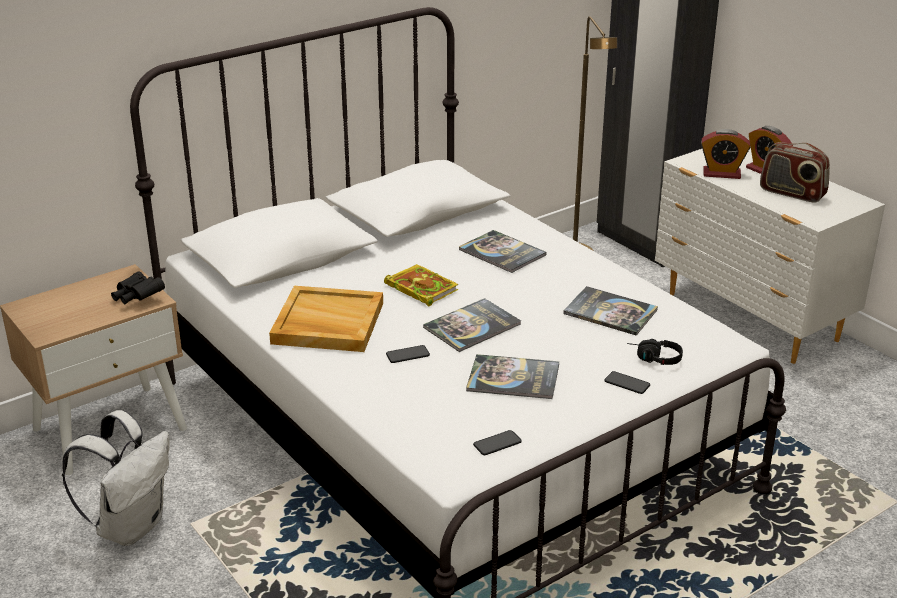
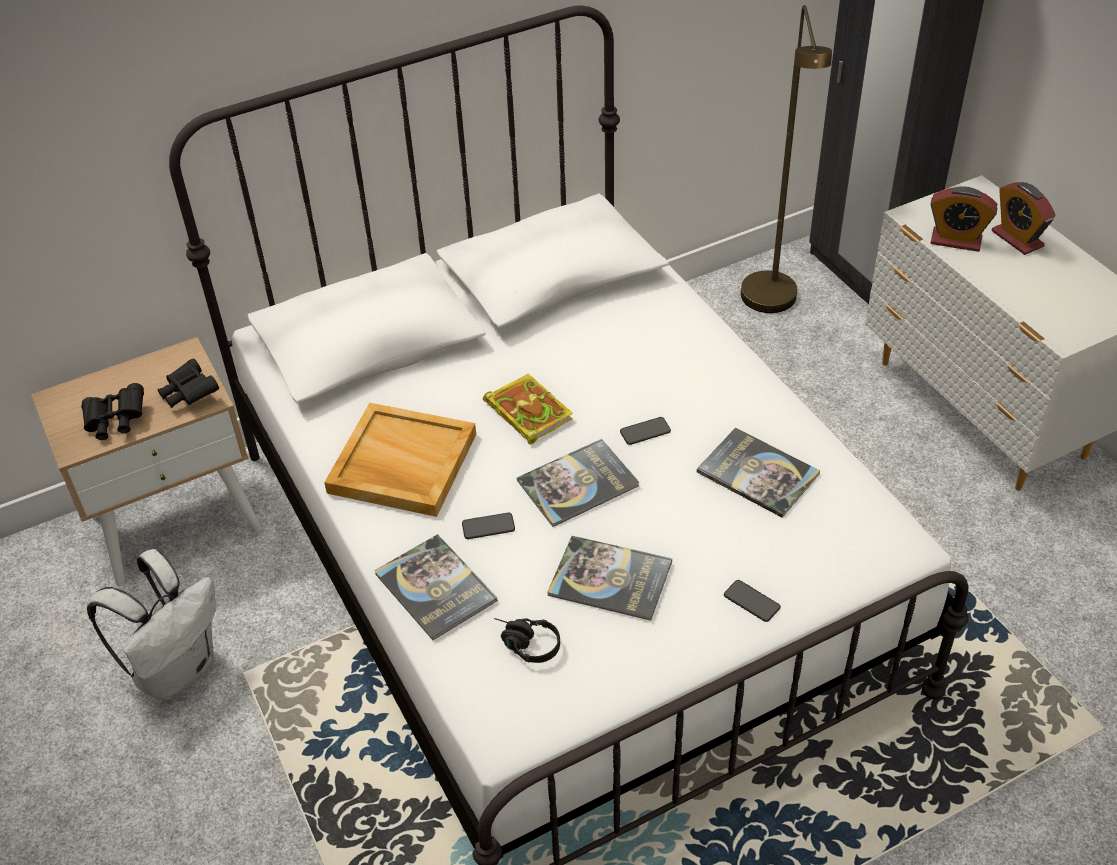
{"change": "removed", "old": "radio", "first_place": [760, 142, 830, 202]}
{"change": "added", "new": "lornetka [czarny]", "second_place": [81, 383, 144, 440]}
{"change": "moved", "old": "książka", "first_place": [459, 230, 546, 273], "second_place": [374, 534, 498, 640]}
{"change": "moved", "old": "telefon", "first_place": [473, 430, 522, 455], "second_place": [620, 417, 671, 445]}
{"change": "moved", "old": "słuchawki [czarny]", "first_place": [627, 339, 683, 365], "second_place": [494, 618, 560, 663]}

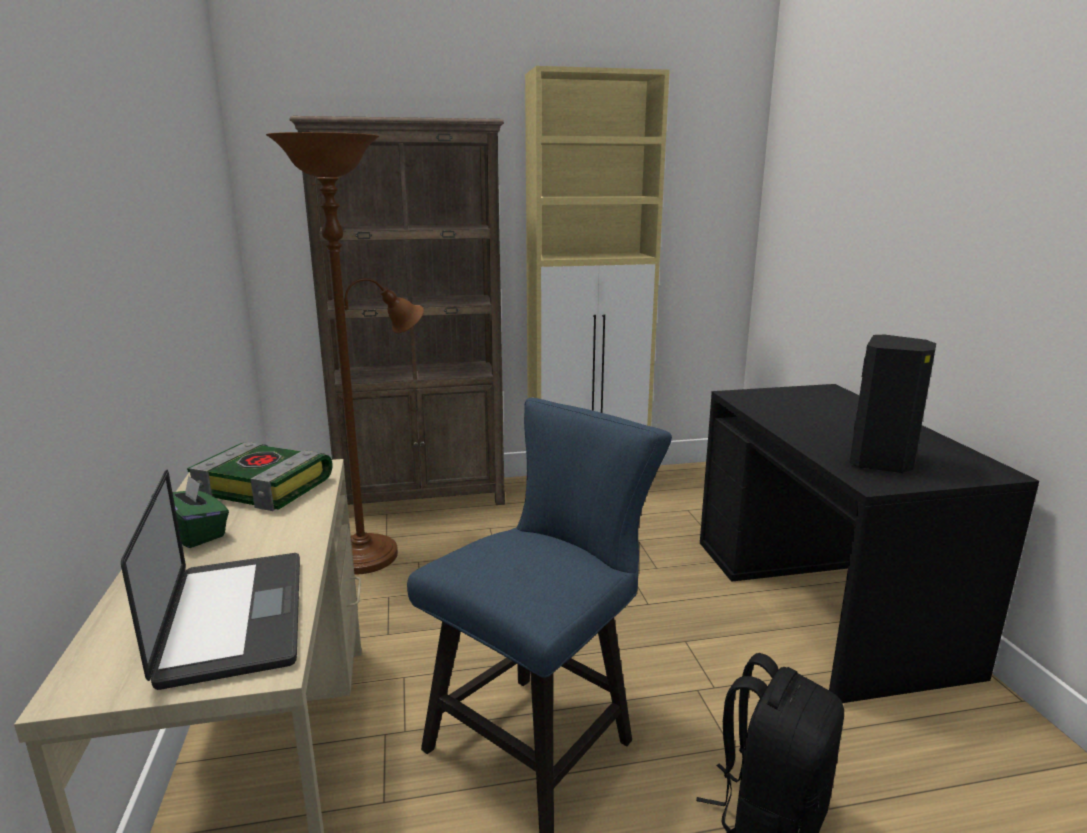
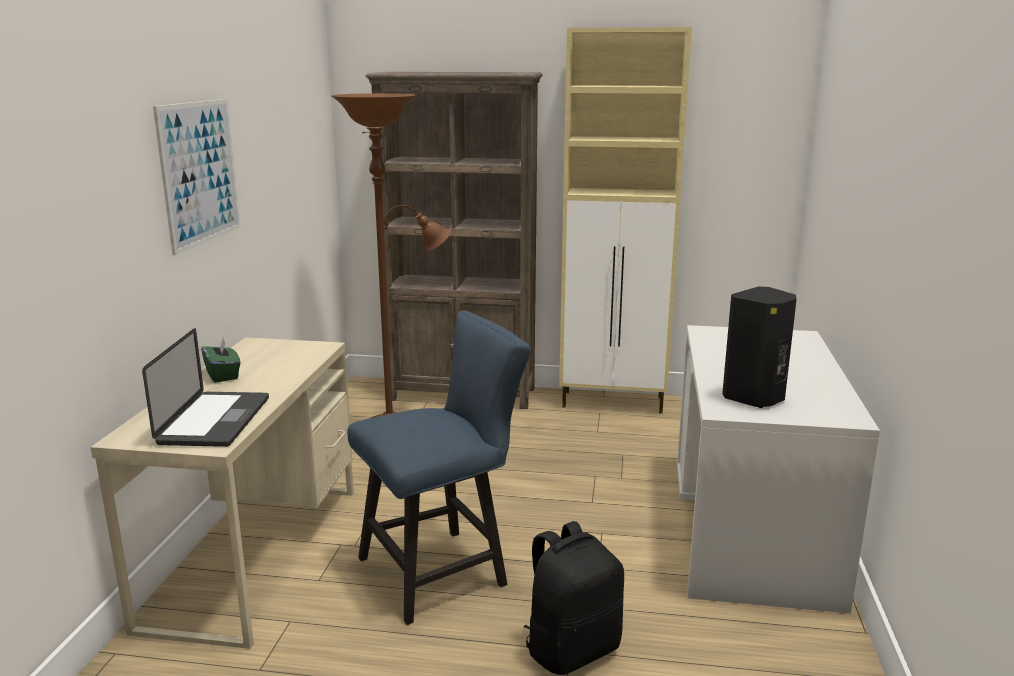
{"change": "removed", "old": "książka", "first_place": [187, 442, 332, 511]}
{"change": "added", "new": "obraz", "second_place": [153, 99, 240, 255]}
{"change": "recoloured", "old": "biurko [czarny]", "new": "biurko [biały]", "first_place": [700, 384, 1039, 703], "second_place": [677, 325, 880, 613]}

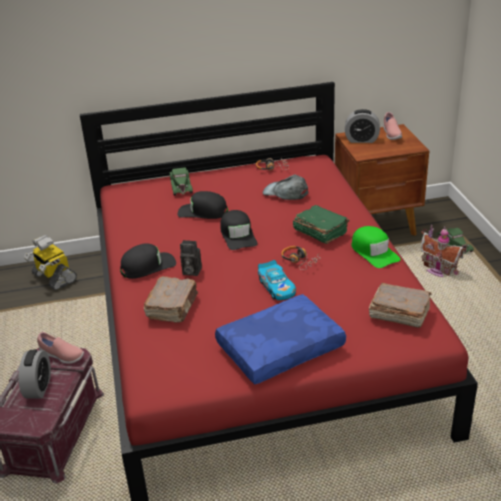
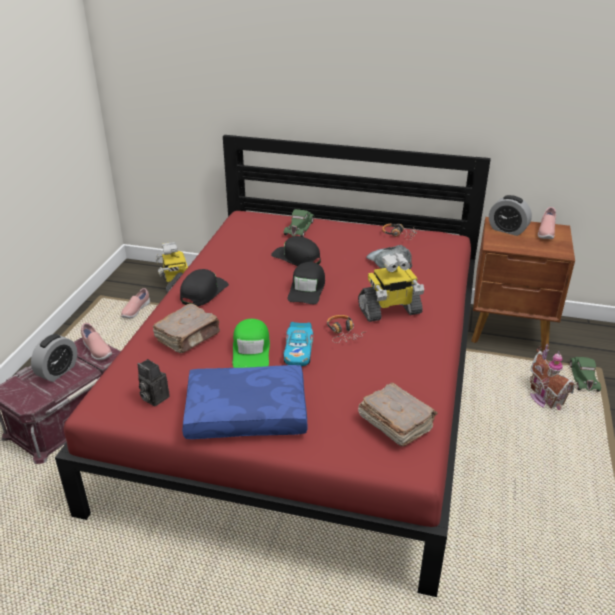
{"change": "added", "new": "but [różowy]", "second_place": [121, 288, 150, 318]}
{"change": "moved", "old": "aparat fotograficzny", "first_place": [180, 240, 202, 276], "second_place": [138, 359, 170, 407]}
{"change": "moved", "old": "czapka z daszkiem [zielony]", "first_place": [351, 226, 401, 268], "second_place": [233, 319, 270, 368]}
{"change": "replaced", "old": "książka [zielony]", "new": "robot zabawkowy", "first_place": [293, 205, 349, 244], "second_place": [358, 253, 424, 322]}
{"change": "turned", "old": "czapka z daszkiem [czarny]", "first_place": [120, 243, 176, 279], "second_place": [180, 269, 229, 306], "degrees": -60}

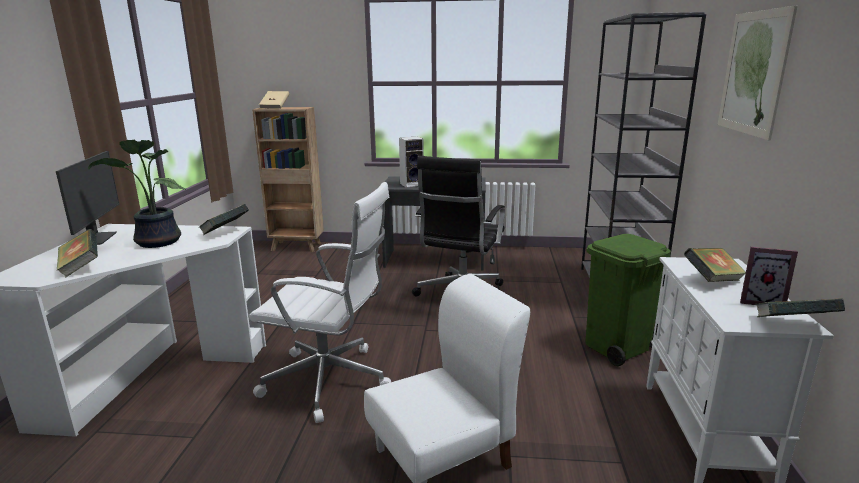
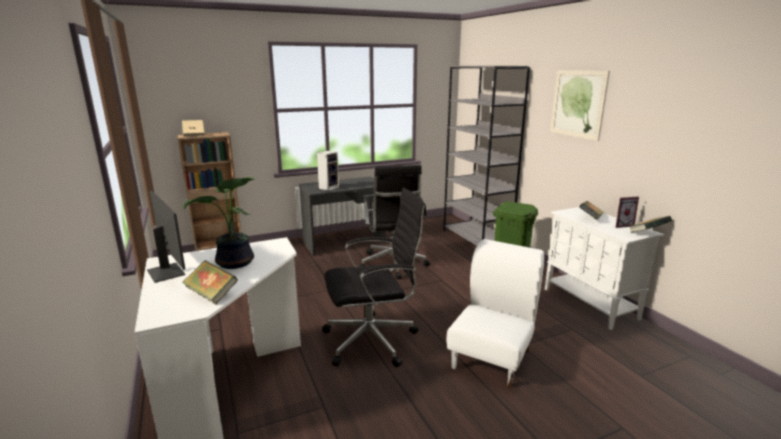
{"change": "removed", "old": "książka", "first_place": [198, 204, 249, 235]}
{"change": "recoloured", "old": "krzesło biurowe [biały]", "new": "krzesło biurowe [czarny]", "first_place": [249, 182, 391, 423], "second_place": [322, 188, 427, 367]}

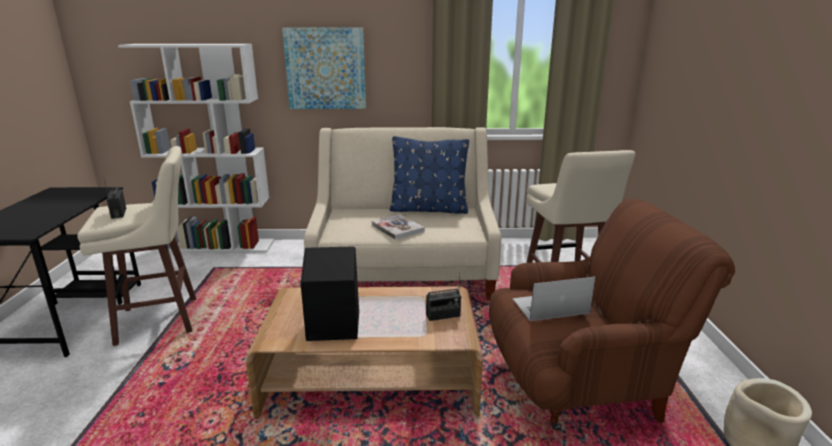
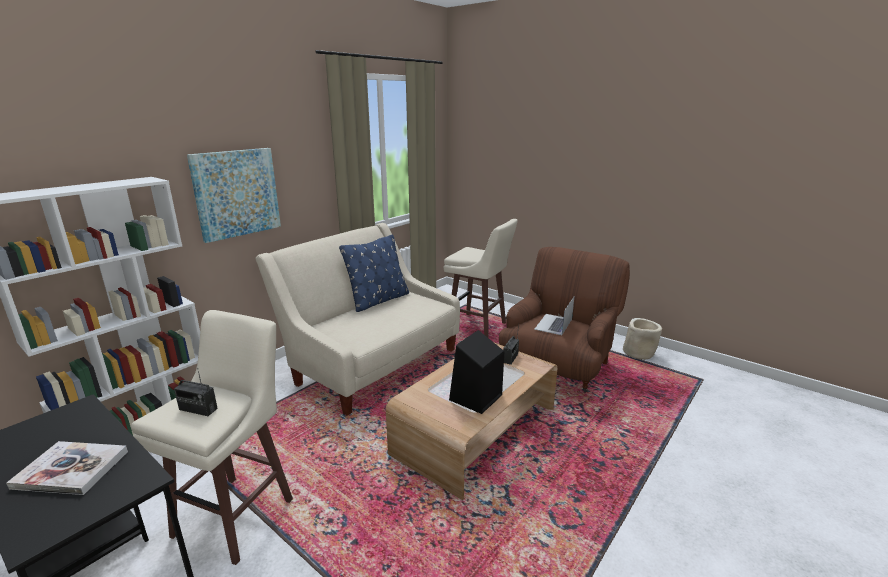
{"change": "moved", "old": "książka", "first_place": [372, 214, 425, 240], "second_place": [6, 441, 128, 495]}

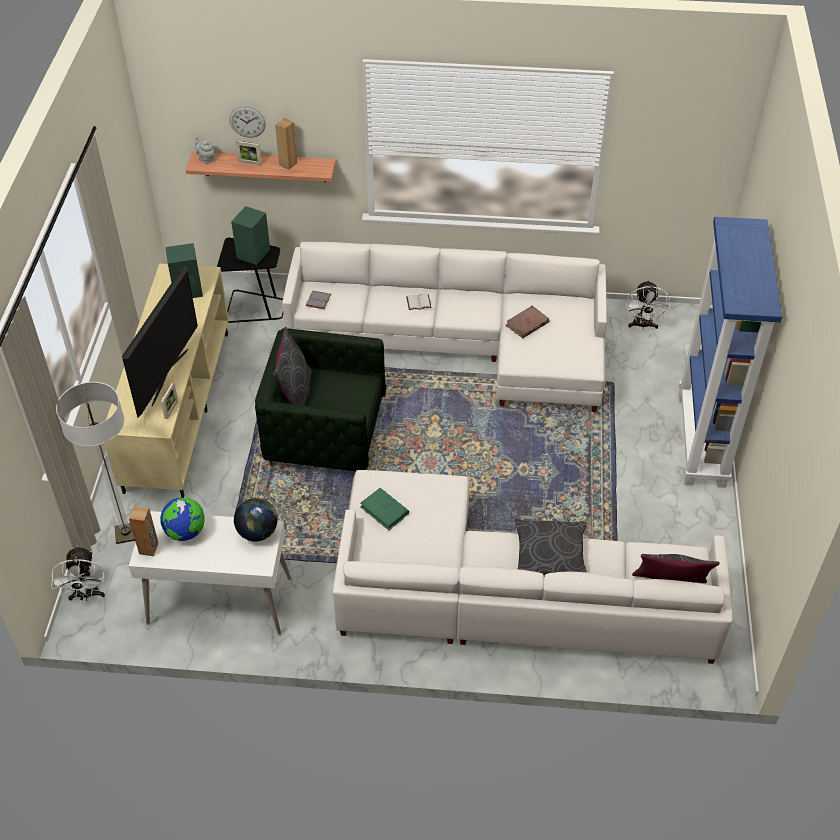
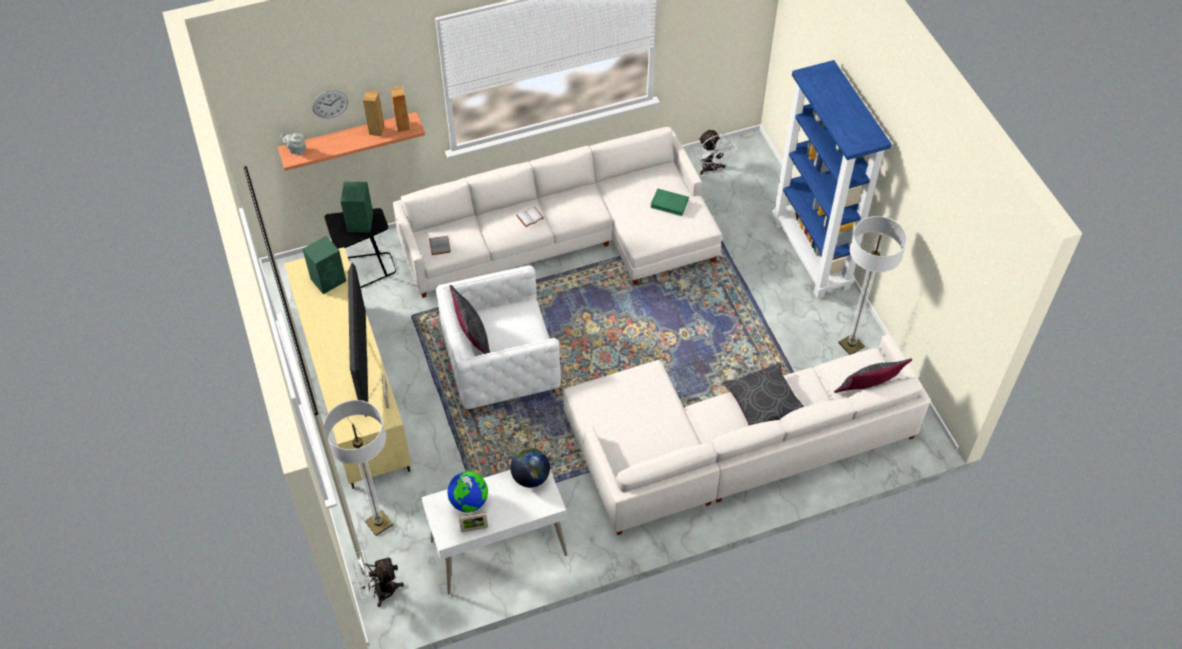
{"change": "removed", "old": "książka [brązowy]", "first_place": [506, 306, 549, 338]}
{"change": "added", "new": "lampa stojąca", "second_place": [838, 216, 907, 355]}
{"change": "moved", "old": "głośnik [brązowy]", "first_place": [129, 506, 159, 556], "second_place": [390, 86, 410, 132]}
{"change": "moved", "old": "ramka na zdjęcie", "first_place": [236, 141, 262, 165], "second_place": [459, 512, 488, 532]}
{"change": "moved", "old": "książka [zielony]", "first_place": [360, 488, 409, 531], "second_place": [650, 189, 689, 216]}
{"change": "recoloured", "old": "fotel [zielony]", "new": "fotel [biały]", "first_place": [255, 328, 386, 471], "second_place": [436, 265, 561, 412]}
{"change": "turned", "old": "wentylator [biały]", "first_place": [51, 545, 105, 601], "second_place": [351, 551, 404, 607], "degrees": 105}

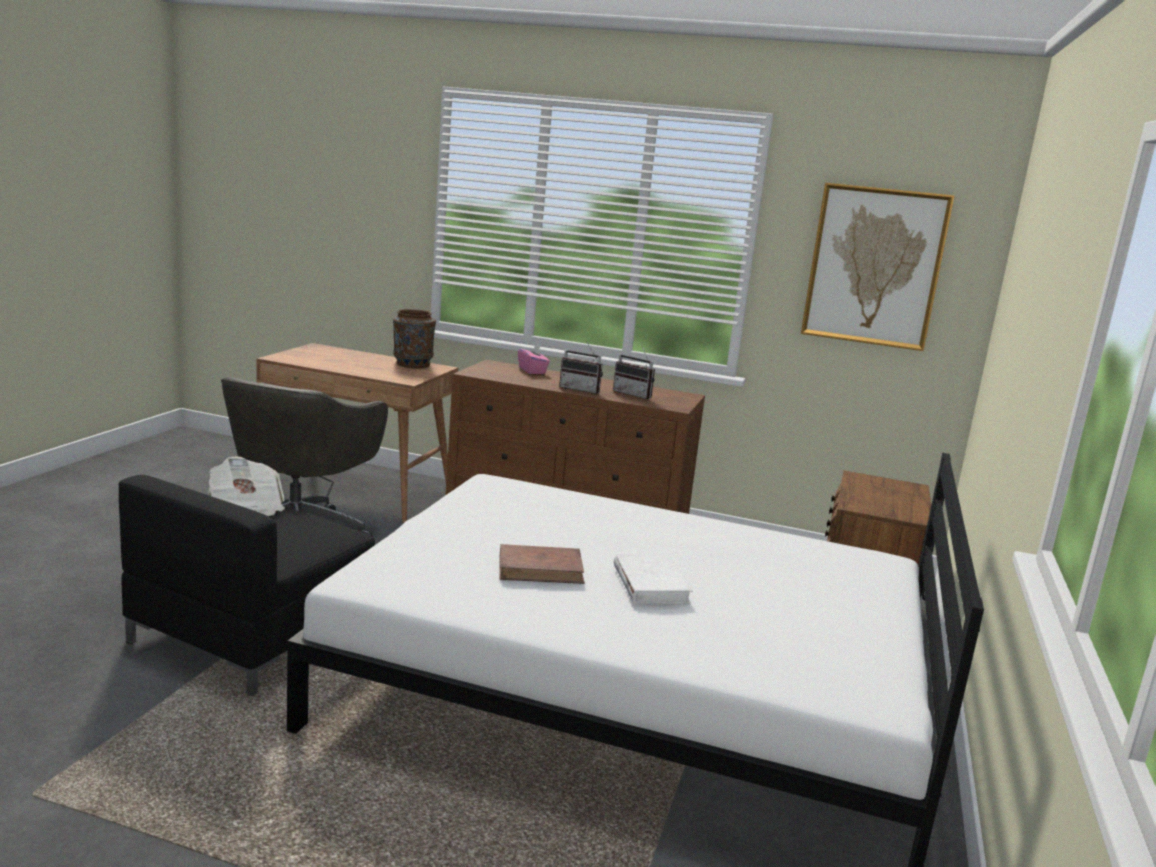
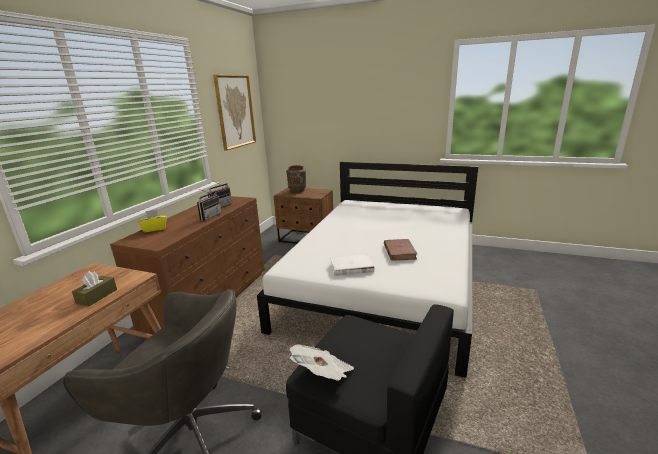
{"change": "added", "new": "pudełko chusteczek [brązowy]", "second_place": [72, 271, 117, 307]}
{"change": "moved", "old": "wazon [brązowy]", "first_place": [393, 309, 436, 368], "second_place": [286, 165, 306, 193]}
{"change": "moved", "old": "książka [biały]", "first_place": [614, 555, 692, 604], "second_place": [330, 254, 374, 276]}
{"change": "recoloured", "old": "pudełko chusteczek [różowy]", "new": "pudełko chusteczek [żółty]", "first_place": [518, 343, 550, 374], "second_place": [138, 210, 167, 232]}

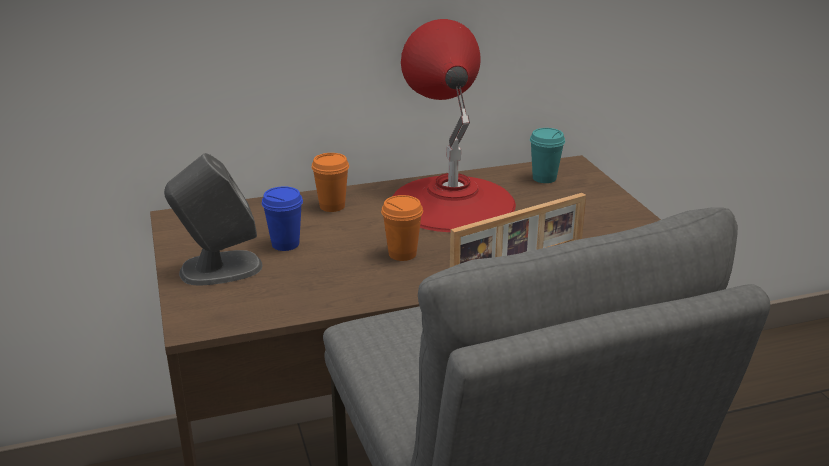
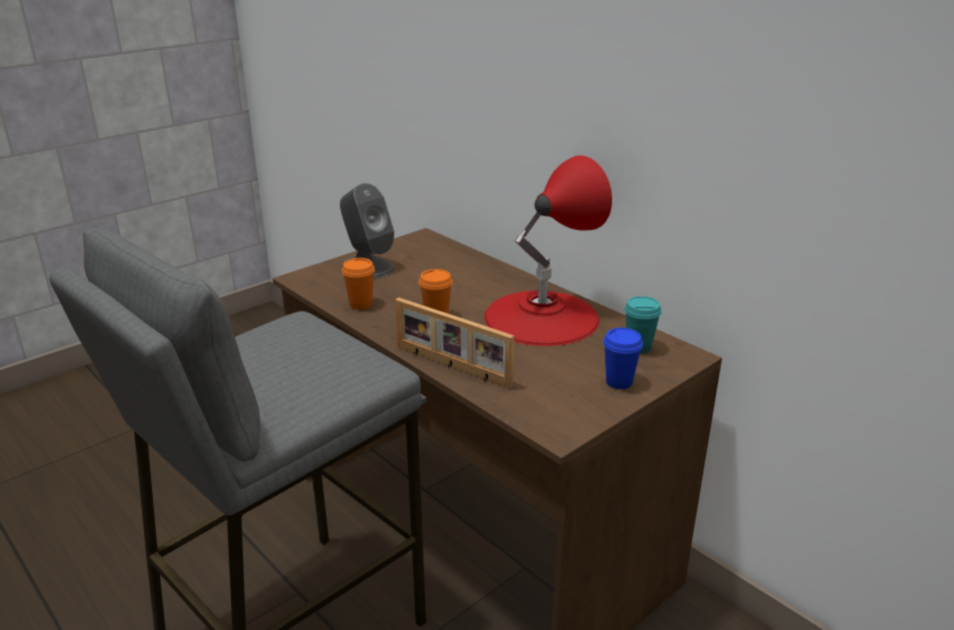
{"change": "moved", "old": "filiżanka [niebieski]", "first_place": [262, 186, 303, 251], "second_place": [603, 328, 643, 389]}
{"change": "moved", "old": "filiżanka [pomarańczowy]", "first_place": [311, 153, 349, 212], "second_place": [342, 258, 375, 310]}

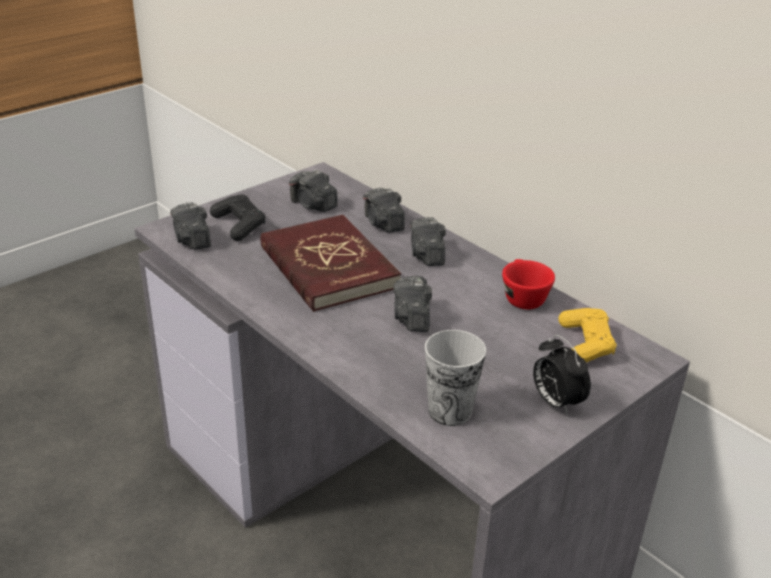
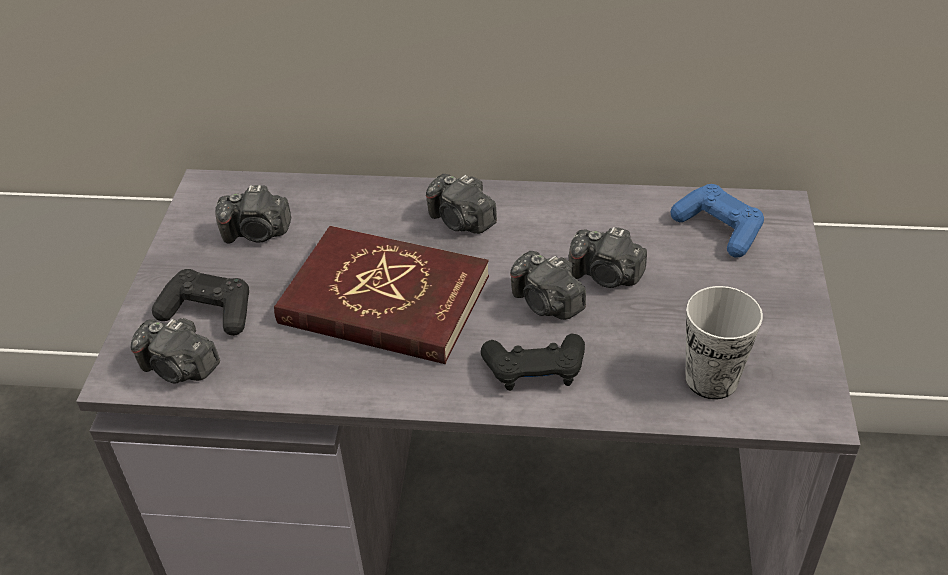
{"change": "removed", "old": "filiżanka [czerwony]", "first_place": [502, 259, 555, 309]}
{"change": "removed", "old": "budzik", "first_place": [533, 335, 591, 416]}
{"change": "added", "new": "pad do gier [czarny]", "second_place": [481, 334, 585, 391]}
{"change": "moved", "old": "aparat fotograficzny", "first_place": [363, 188, 405, 233], "second_place": [569, 227, 647, 288]}
{"change": "recoloured", "old": "pad do gier [żółty]", "new": "pad do gier [niebieski]", "first_place": [558, 308, 617, 363], "second_place": [670, 184, 764, 258]}

